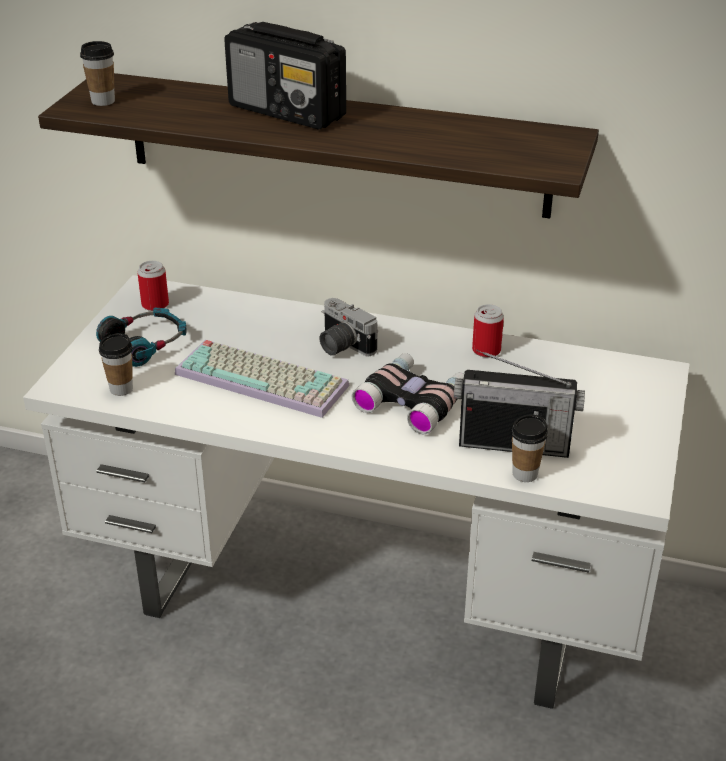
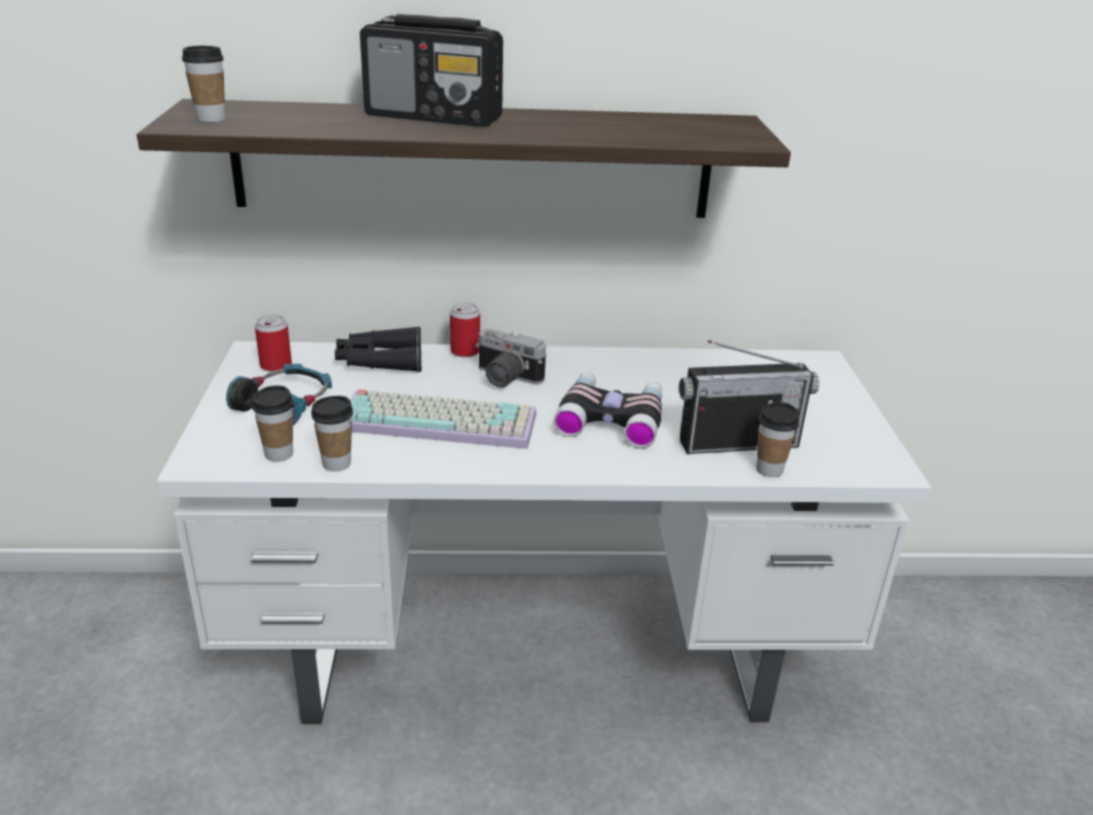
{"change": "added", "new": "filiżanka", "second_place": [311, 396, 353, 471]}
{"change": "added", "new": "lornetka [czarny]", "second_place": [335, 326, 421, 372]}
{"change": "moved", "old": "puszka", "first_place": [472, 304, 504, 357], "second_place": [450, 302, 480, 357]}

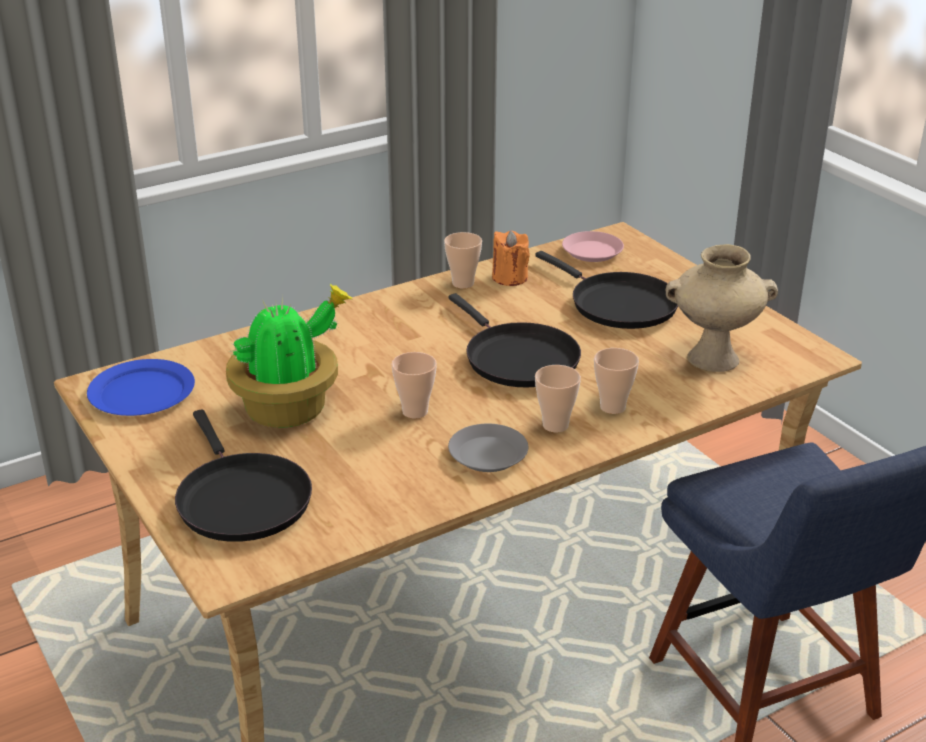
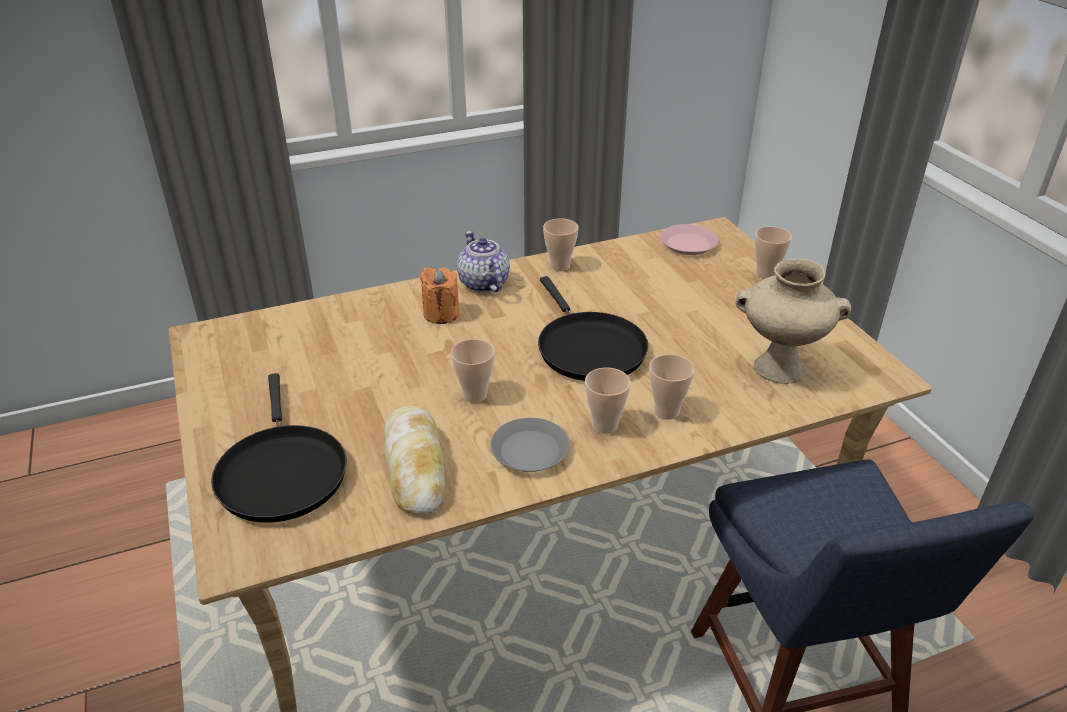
{"change": "removed", "old": "talerz [niebieski]", "first_place": [87, 359, 195, 416]}
{"change": "removed", "old": "roślina doniczkowa", "first_place": [226, 284, 353, 428]}
{"change": "removed", "old": "patelnia [czarny]", "first_place": [535, 251, 678, 329]}
{"change": "added", "new": "chleb", "second_place": [384, 406, 445, 514]}
{"change": "added", "new": "imbryk", "second_place": [457, 231, 510, 293]}
{"change": "added", "new": "filiżanka", "second_place": [755, 226, 792, 279]}
{"change": "moved", "old": "świeca [pomarańczowy]", "first_place": [492, 231, 530, 286], "second_place": [420, 267, 459, 324]}

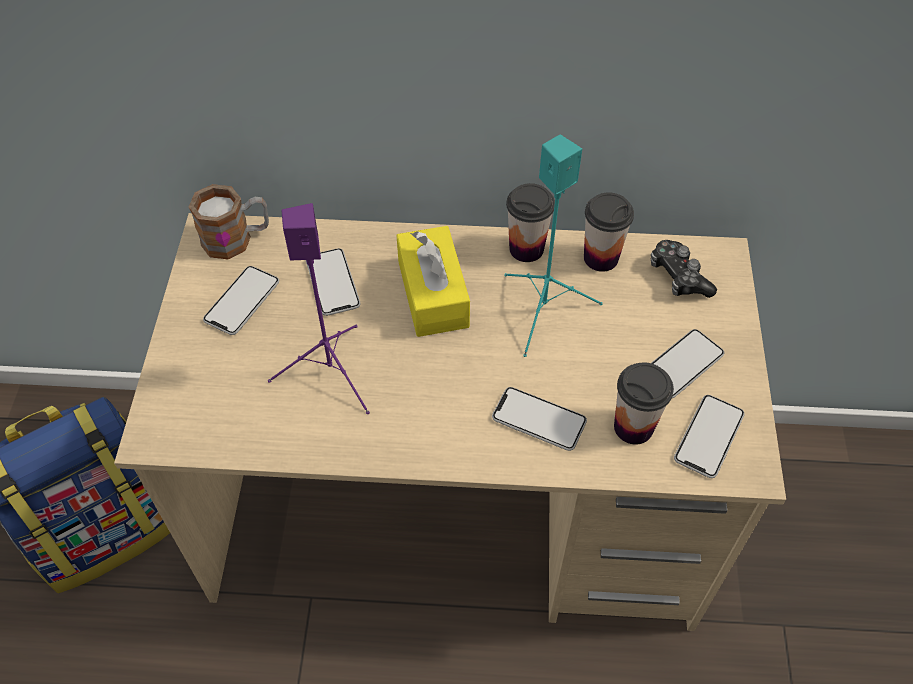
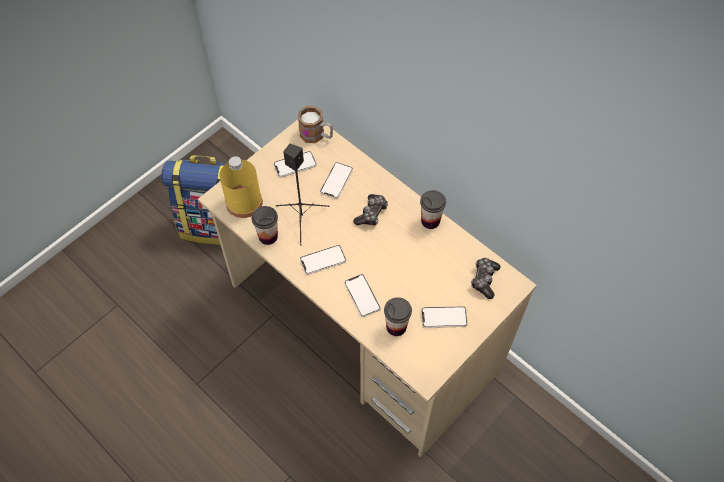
{"change": "removed", "old": "głośnik [turkusowy]", "first_place": [504, 134, 603, 357]}
{"change": "added", "new": "butelka [żółty]", "second_place": [219, 156, 262, 218]}
{"change": "moved", "old": "filiżanka", "first_place": [584, 192, 634, 272], "second_place": [252, 206, 278, 245]}
{"change": "moved", "old": "telefon", "first_place": [674, 395, 744, 478], "second_place": [300, 245, 346, 275]}
{"change": "replaced", "old": "pudełko chusteczek [żółty]", "new": "pad do gier", "first_place": [396, 226, 470, 337], "second_place": [353, 194, 388, 225]}
{"change": "recoloured", "old": "głośnik [fioletowy]", "new": "głośnik [czarny]", "first_place": [268, 203, 370, 414], "second_place": [276, 144, 329, 246]}

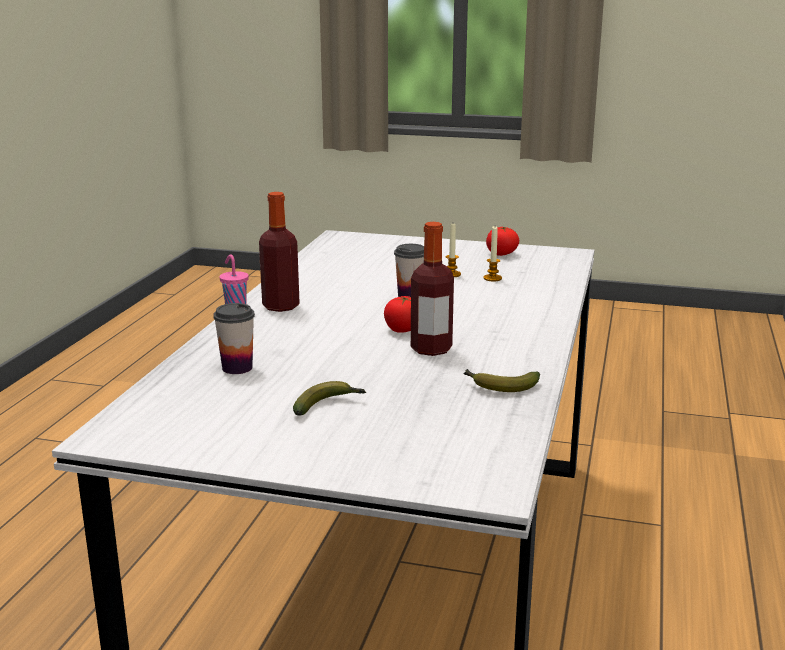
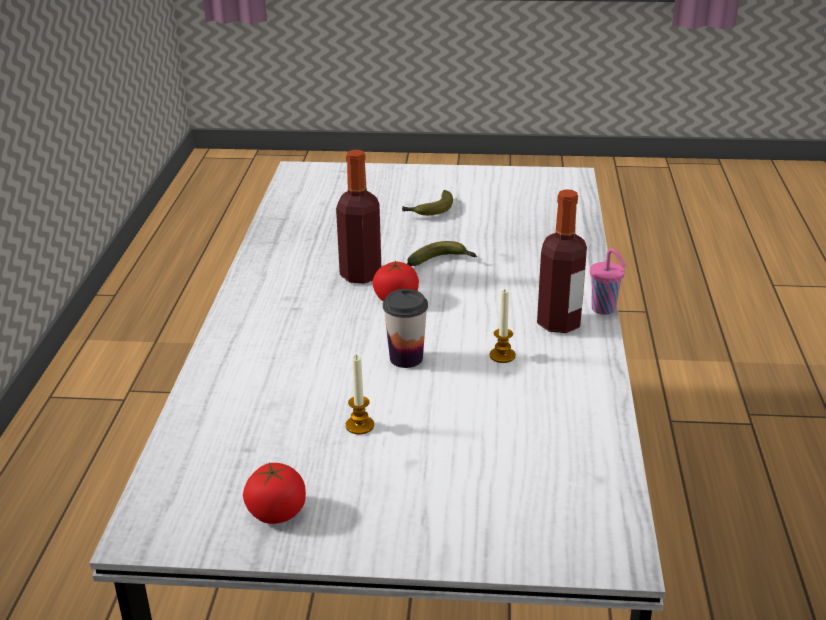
{"change": "removed", "old": "filiżanka", "first_place": [213, 303, 255, 374]}
{"change": "moved", "old": "banan", "first_place": [463, 369, 540, 392], "second_place": [407, 241, 477, 266]}
{"change": "moved", "old": "świeca", "first_place": [484, 226, 502, 281], "second_place": [490, 290, 516, 363]}

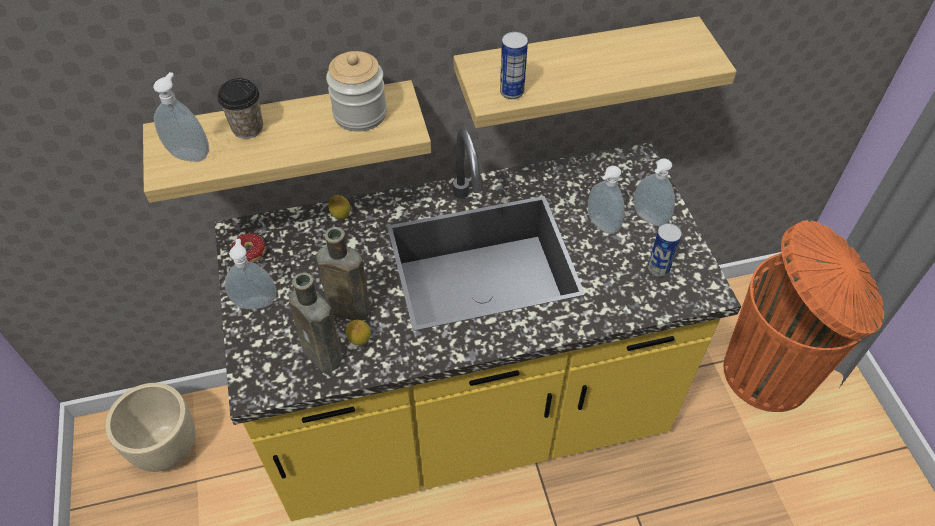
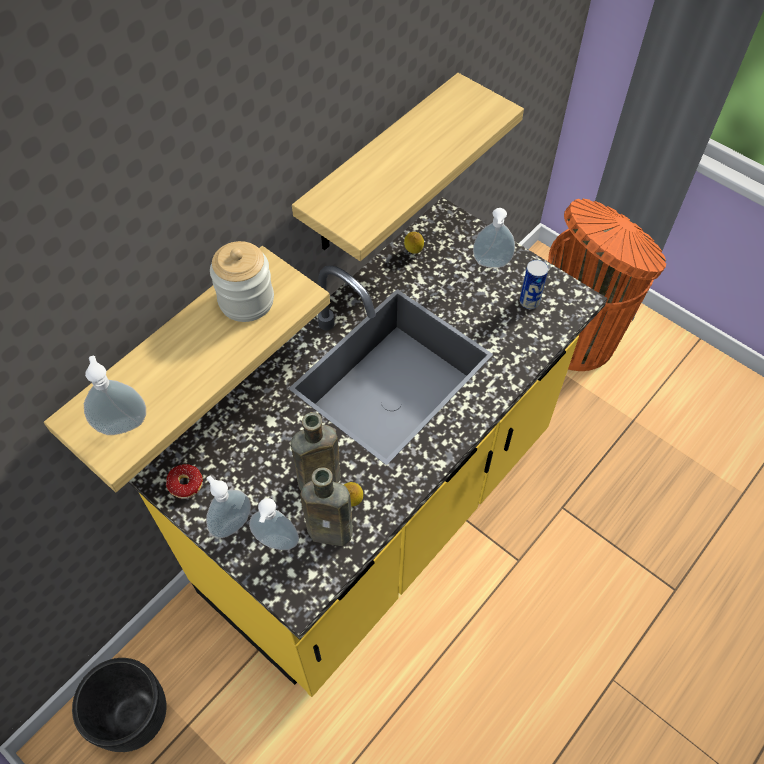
{"change": "removed", "old": "filiżanka", "first_place": [218, 78, 263, 139]}
{"change": "removed", "old": "puszka", "first_place": [500, 32, 528, 99]}
{"change": "moved", "old": "cytryna", "first_place": [328, 195, 351, 220], "second_place": [404, 232, 424, 254]}
{"change": "moved", "old": "dozownik mydła", "first_place": [588, 166, 624, 234], "second_place": [249, 498, 299, 550]}
{"change": "recoloured", "old": "donica [beżowy]", "new": "donica [czarny]", "first_place": [105, 383, 195, 472], "second_place": [72, 658, 167, 752]}

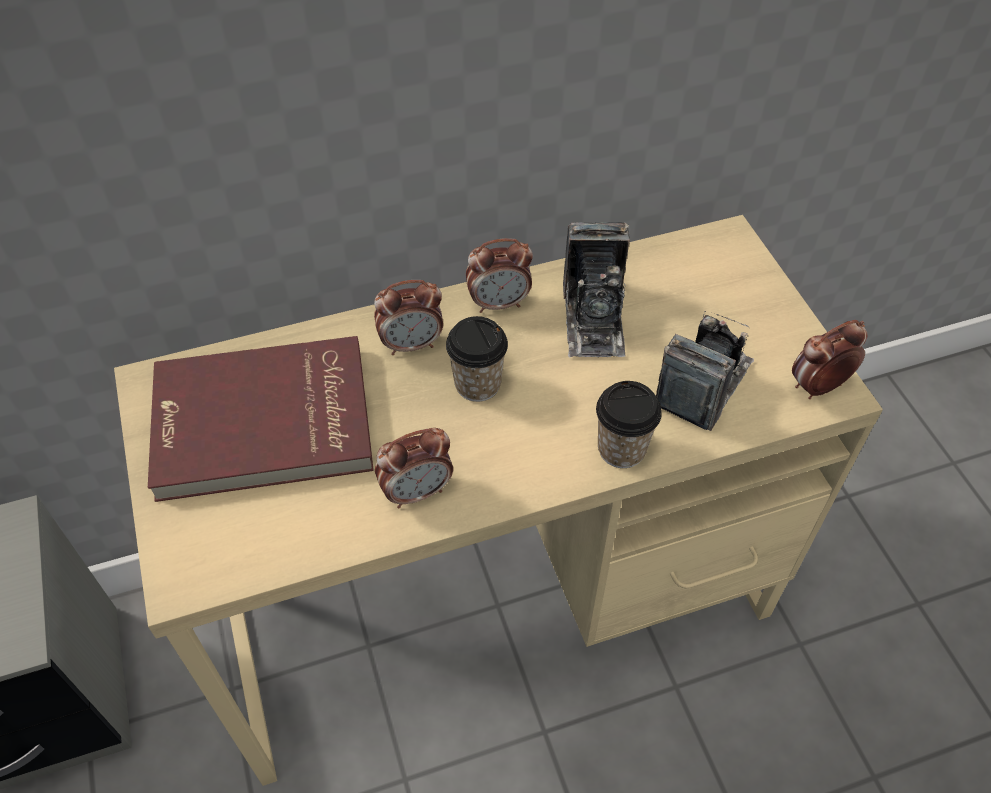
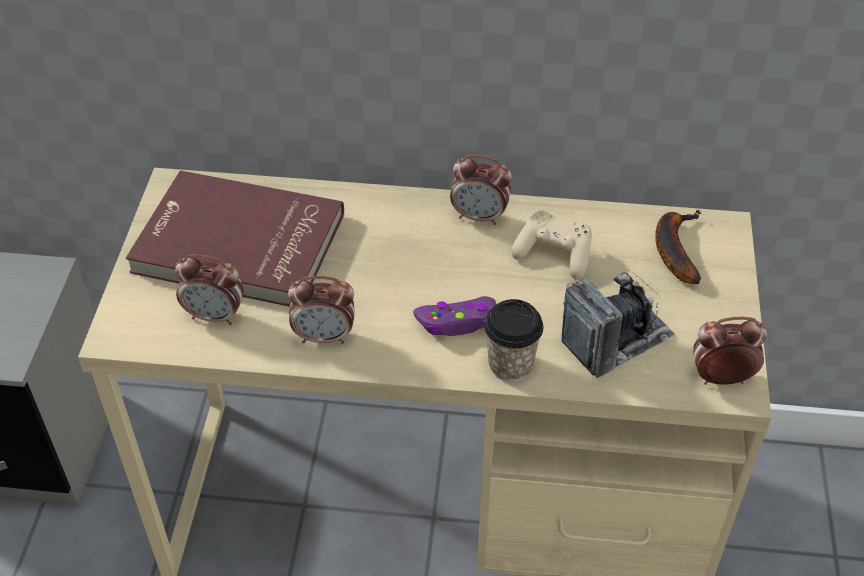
{"change": "removed", "old": "filiżanka", "first_place": [446, 316, 508, 402]}
{"change": "added", "new": "pad do gier [fioletowy]", "second_place": [413, 296, 496, 336]}
{"change": "added", "new": "banan", "second_place": [655, 210, 701, 284]}
{"change": "moved", "old": "budzik", "first_place": [374, 280, 443, 355], "second_place": [175, 254, 244, 325]}
{"change": "replaced", "old": "aparat fotograficzny", "new": "pad do gier [beżowy]", "first_place": [563, 222, 630, 358], "second_place": [511, 211, 592, 279]}

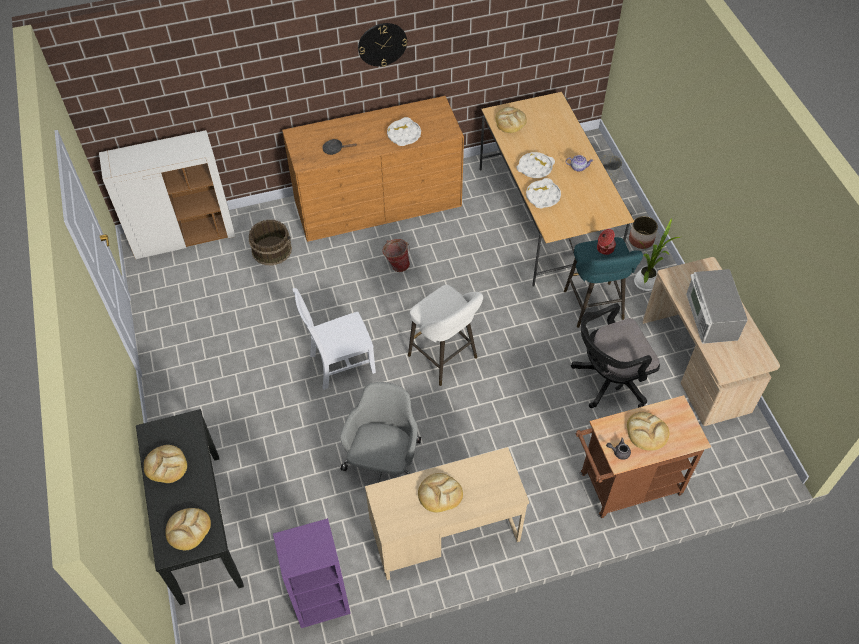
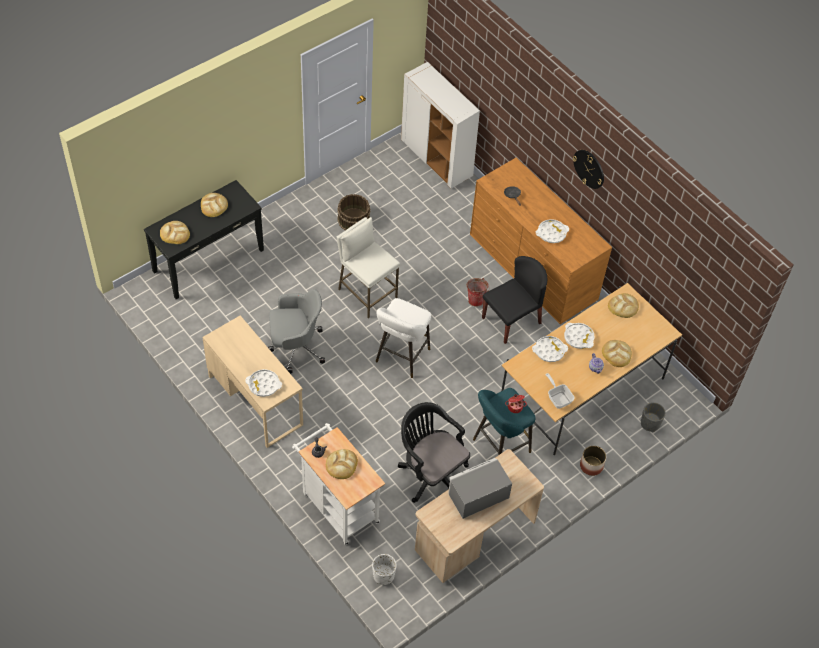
{"change": "removed", "old": "regał [fioletowy]", "first_place": [273, 518, 351, 628]}
{"change": "removed", "old": "roślina doniczkowa", "first_place": [634, 218, 680, 291]}
{"change": "added", "new": "taca [biały]", "second_place": [245, 369, 282, 397]}
{"change": "added", "new": "donica [biały]", "second_place": [372, 554, 397, 585]}
{"change": "added", "new": "krzesło [czarny]", "second_place": [482, 256, 547, 344]}
{"change": "added", "new": "patelnia", "second_place": [545, 373, 575, 409]}
{"change": "moved", "old": "wiadro [brązowy]", "first_place": [249, 220, 292, 265], "second_place": [337, 194, 371, 230]}
{"change": "moved", "old": "chleb", "first_place": [418, 473, 463, 512], "second_place": [602, 340, 632, 367]}
{"change": "replaced", "old": "krzesło [biały]", "new": "stołek [biały]", "first_place": [293, 288, 376, 390], "second_place": [337, 217, 400, 319]}
{"change": "recoloured", "old": "wózek [brązowy]", "new": "wózek [biały]", "first_place": [576, 395, 711, 518], "second_place": [292, 423, 385, 545]}

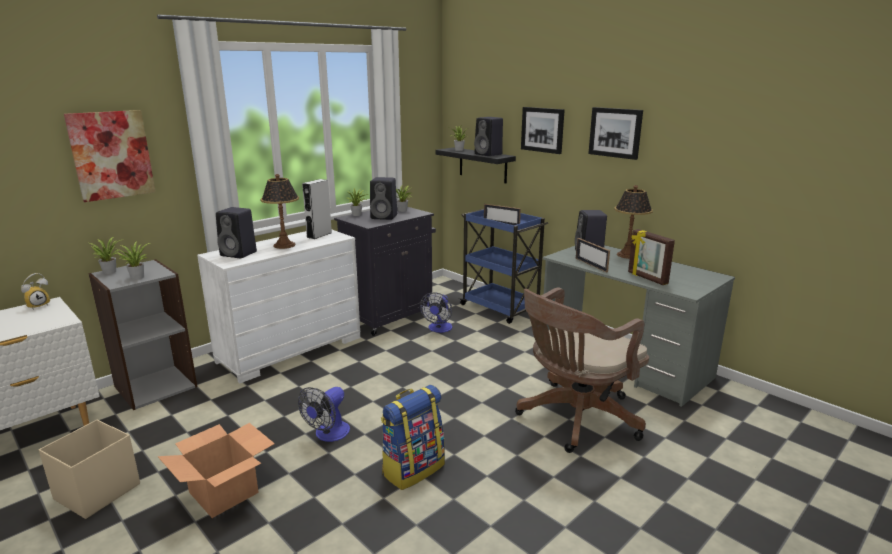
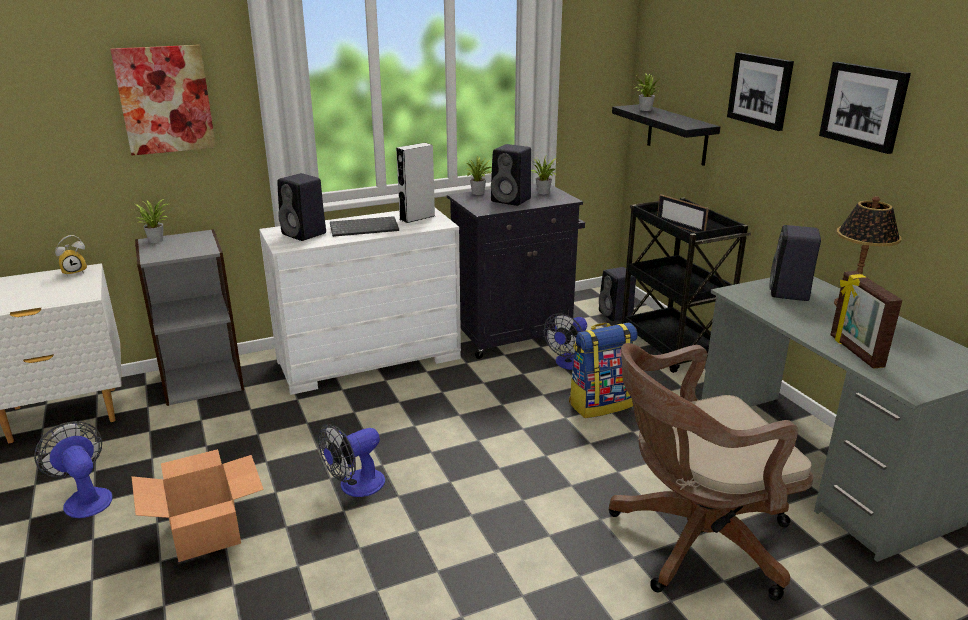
{"change": "removed", "old": "roślina doniczkowa", "first_place": [116, 241, 150, 280]}
{"change": "removed", "old": "ramka na zdjęcie", "first_place": [576, 238, 610, 273]}
{"change": "moved", "old": "plecak", "first_place": [381, 385, 445, 490], "second_place": [569, 323, 638, 418]}
{"change": "moved", "old": "głośnik [czarny]", "first_place": [474, 117, 503, 156], "second_place": [599, 267, 636, 321]}
{"change": "replaced", "old": "pojemnik do przechowywania [beżowy]", "new": "wentylator", "first_place": [39, 420, 140, 519], "second_place": [34, 421, 113, 518]}
{"change": "replaced", "old": "lampa stołowa", "new": "klawiatura", "first_place": [260, 174, 299, 249], "second_place": [330, 216, 399, 237]}
{"change": "recoloured", "old": "wózek [niebieski]", "new": "wózek [czarny]", "first_place": [459, 209, 548, 324], "second_place": [617, 197, 751, 373]}

